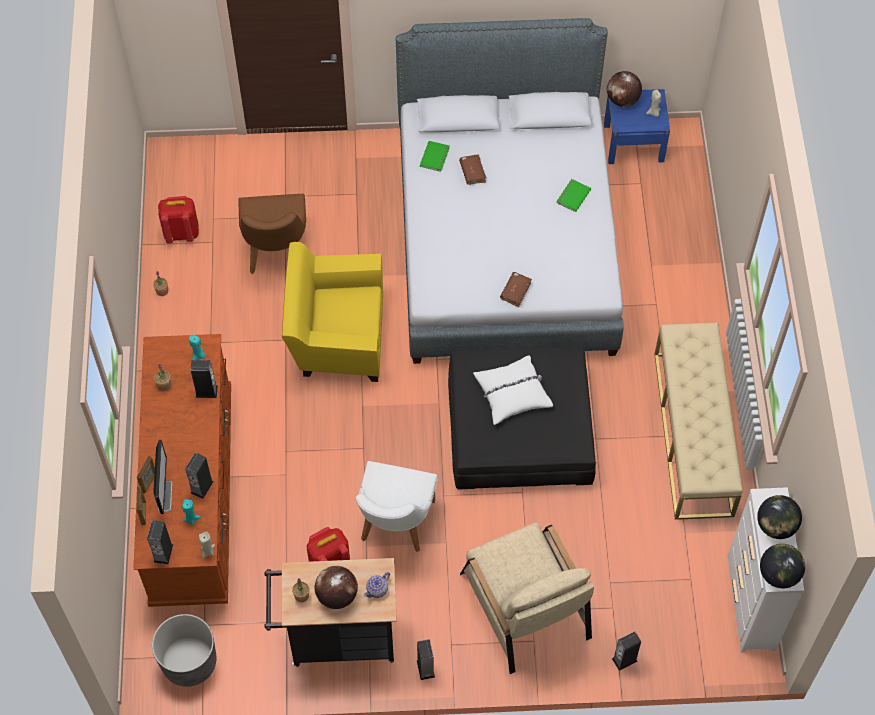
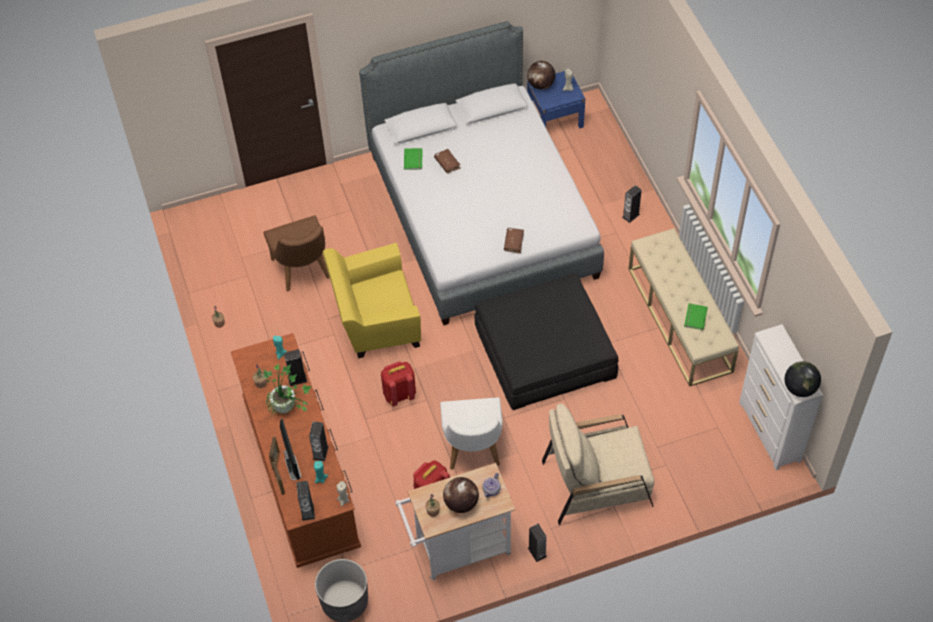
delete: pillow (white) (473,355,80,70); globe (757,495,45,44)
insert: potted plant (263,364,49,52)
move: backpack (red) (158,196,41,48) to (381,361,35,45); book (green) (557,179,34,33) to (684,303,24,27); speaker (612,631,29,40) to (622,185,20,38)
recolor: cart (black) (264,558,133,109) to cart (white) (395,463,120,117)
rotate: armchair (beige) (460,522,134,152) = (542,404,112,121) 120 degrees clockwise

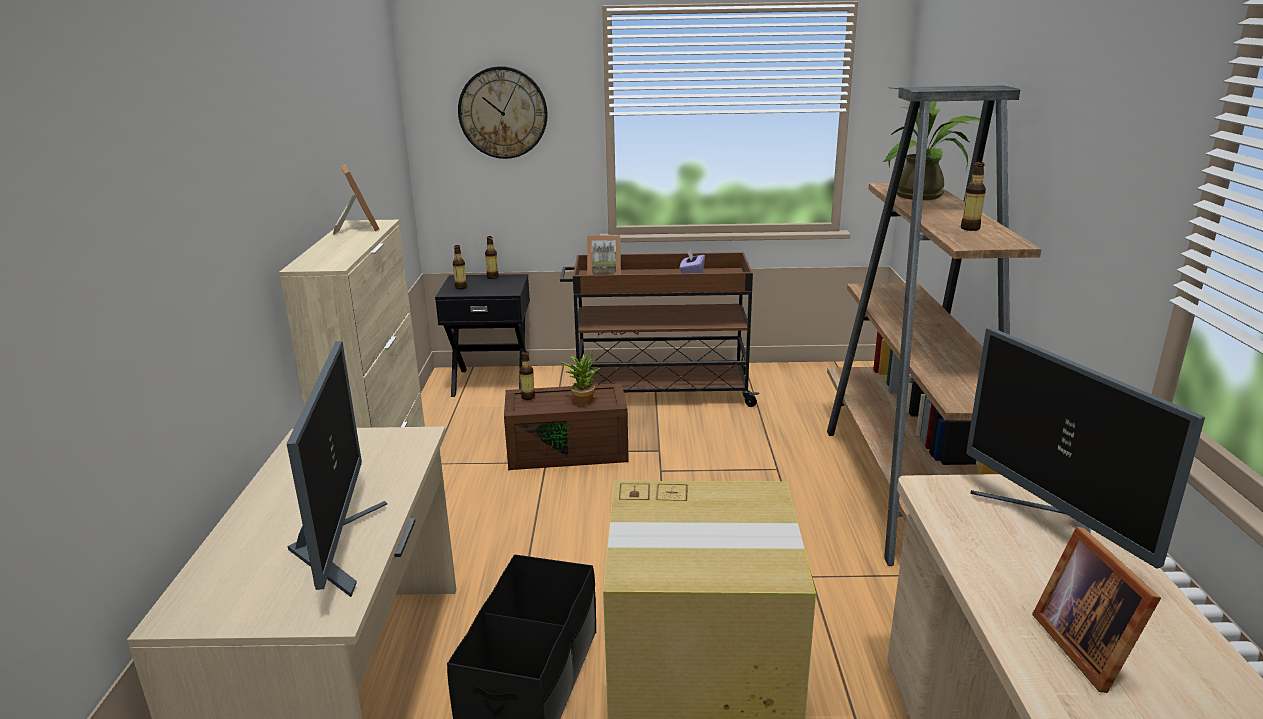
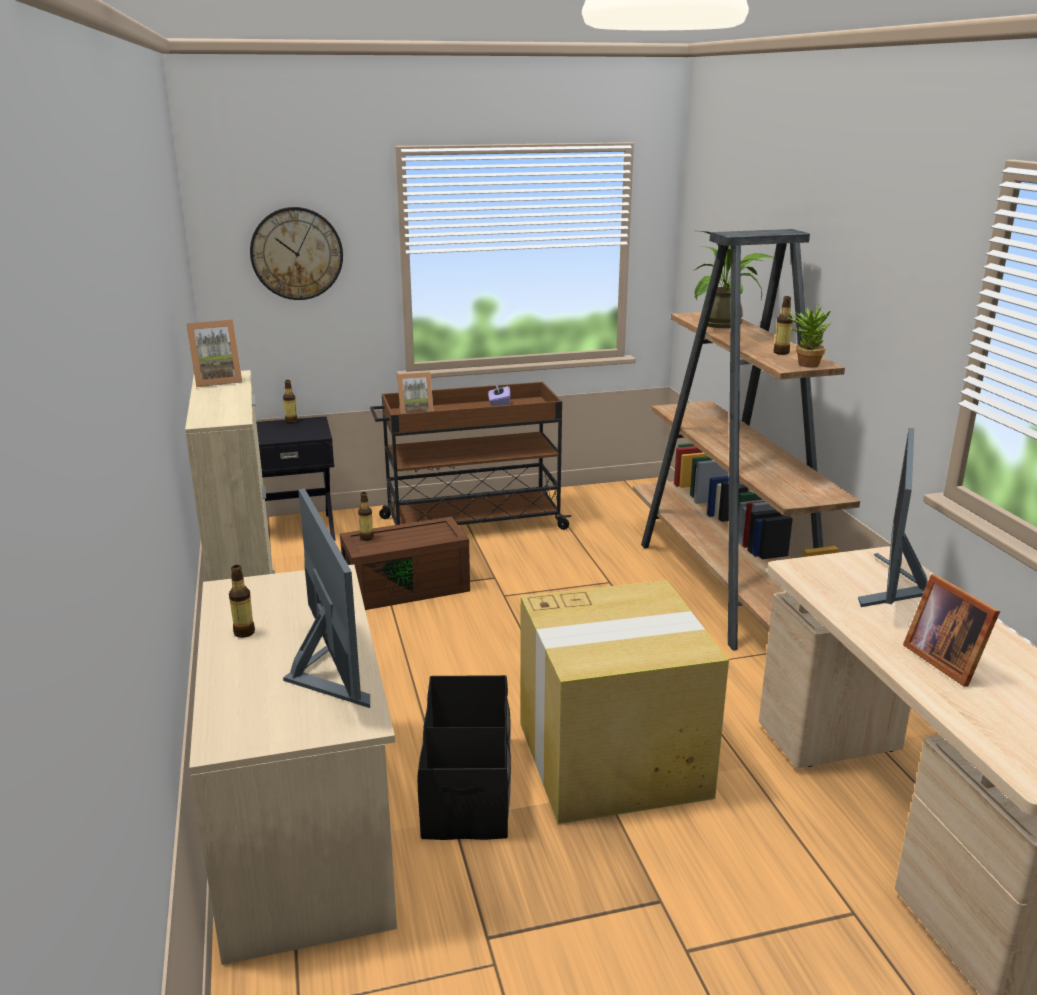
move: bottle (453,245,14,45) to (229,565,26,73); potted plant (560,353,40,52) to (787,303,44,65)
rotate: picture frame (333,164,46,70) = (186,320,56,67) 105 degrees clockwise; monitor (966,328,239,241) = (858,428,70,179) 60 degrees clockwise

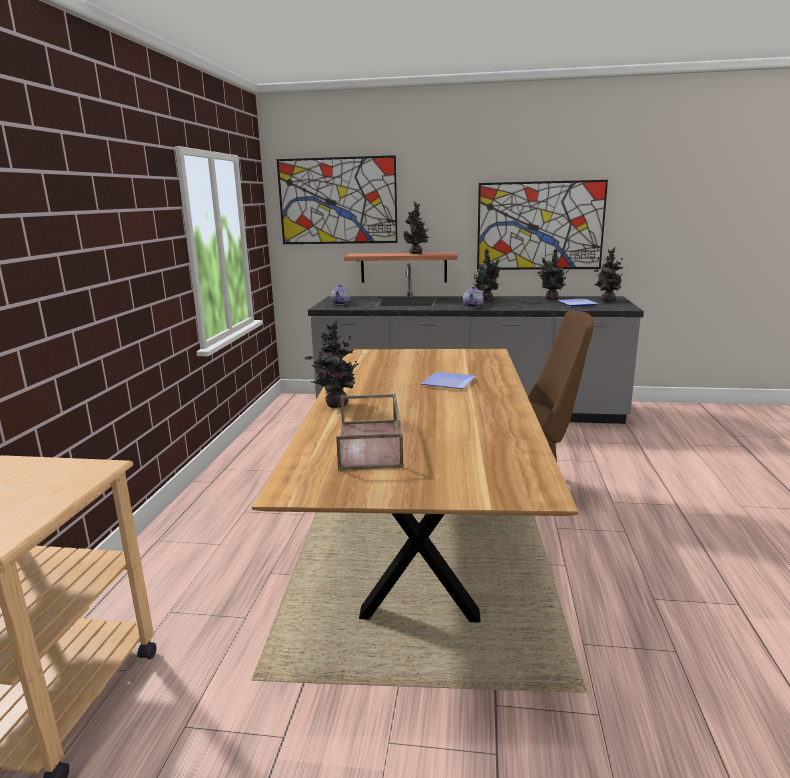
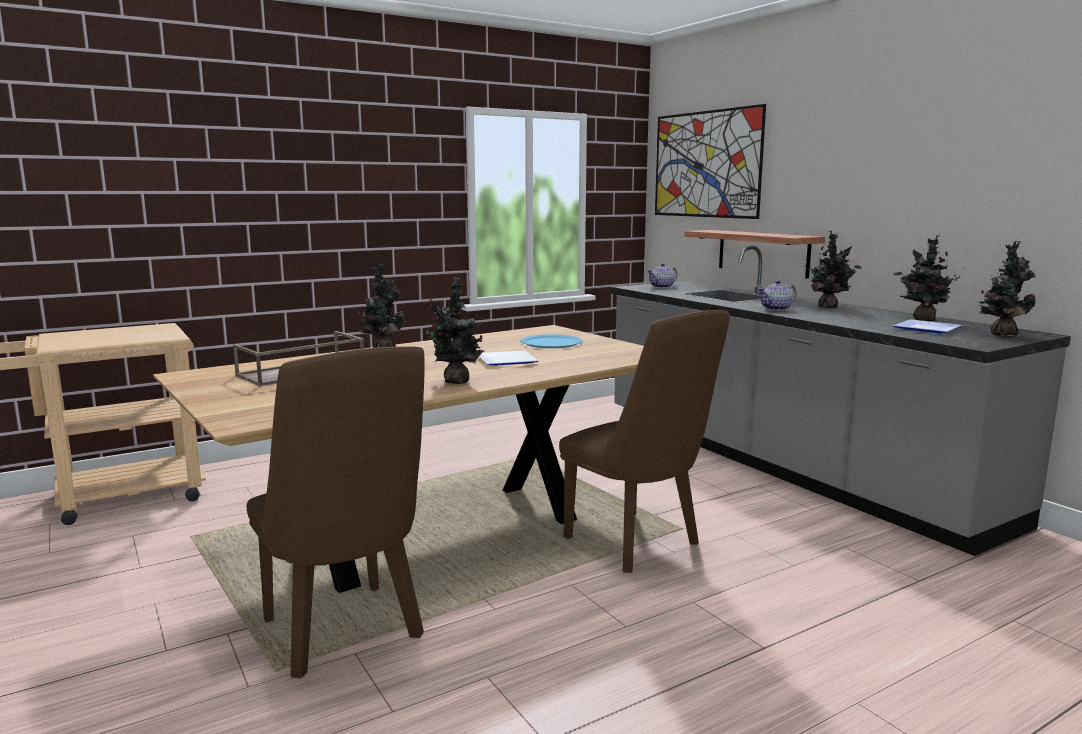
delete: picture (477,180,131,90)
insert: chair (brown) (247,346,178,332); plate (blue) (520,334,63,14)
move: potted plant (403,202,27,52) to (426,277,59,107)

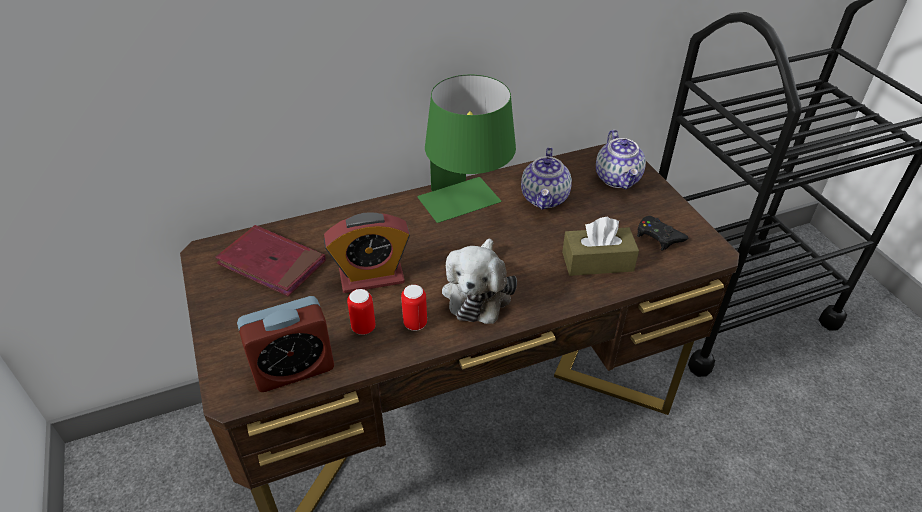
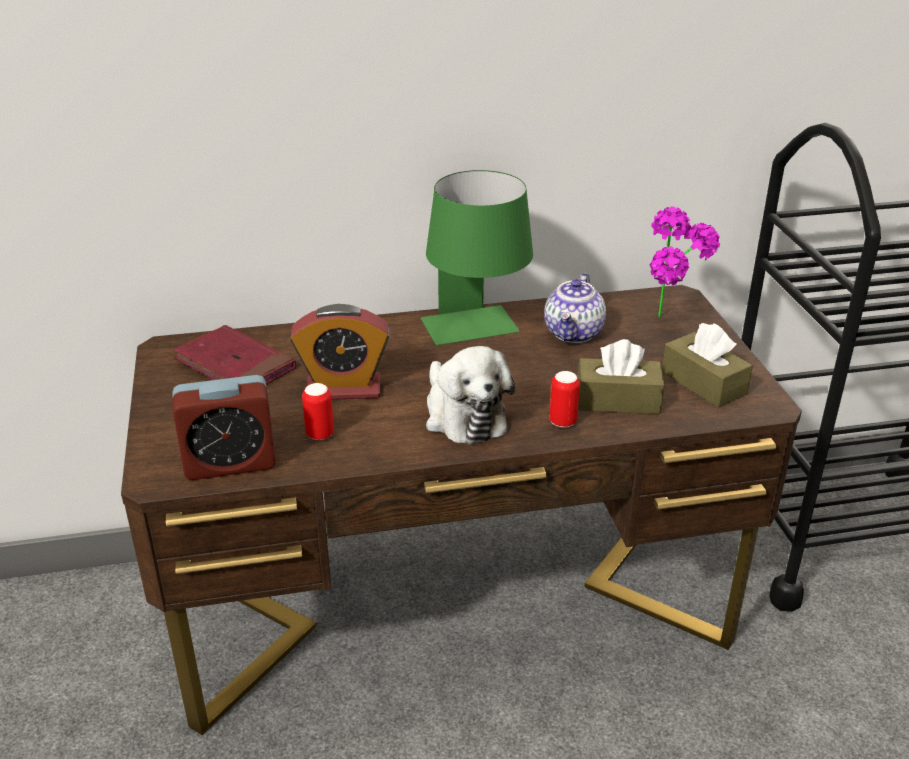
move: can (401,285,26,46) to (549,371,31,57)
replace: teapot (596,130,50,60) to potted plant (650,207,70,111); game controller (black) (637,216,51,35) to tissue box (brown) (662,323,91,85)
rotate: plush toy (442,239,75,85) = (426,346,89,99) 45 degrees counterclockwise

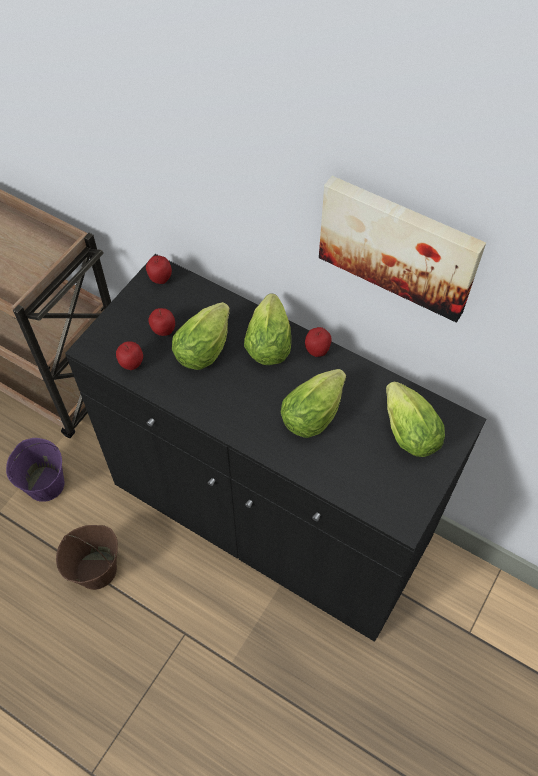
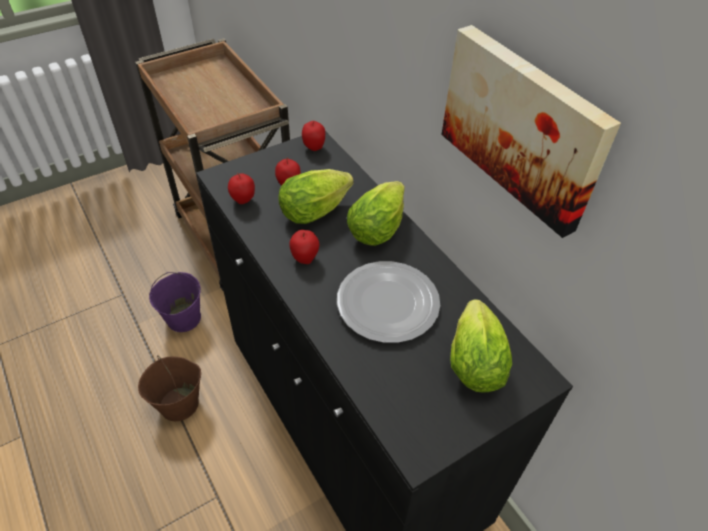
move: apple (305,327,27,30) to (290,230,29,34)
replace: lettuce (281,369,65,69) to plate (337,261,103,82)

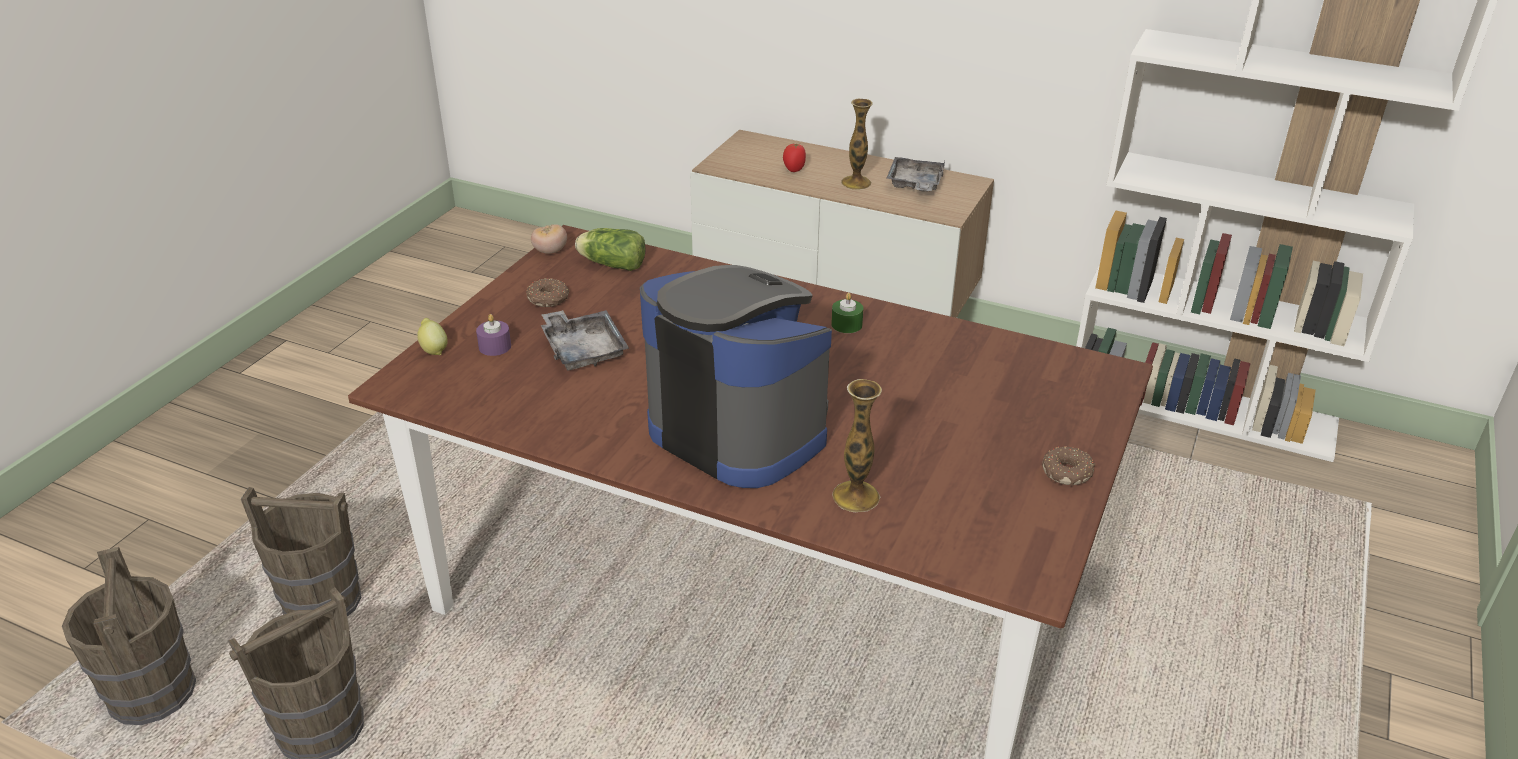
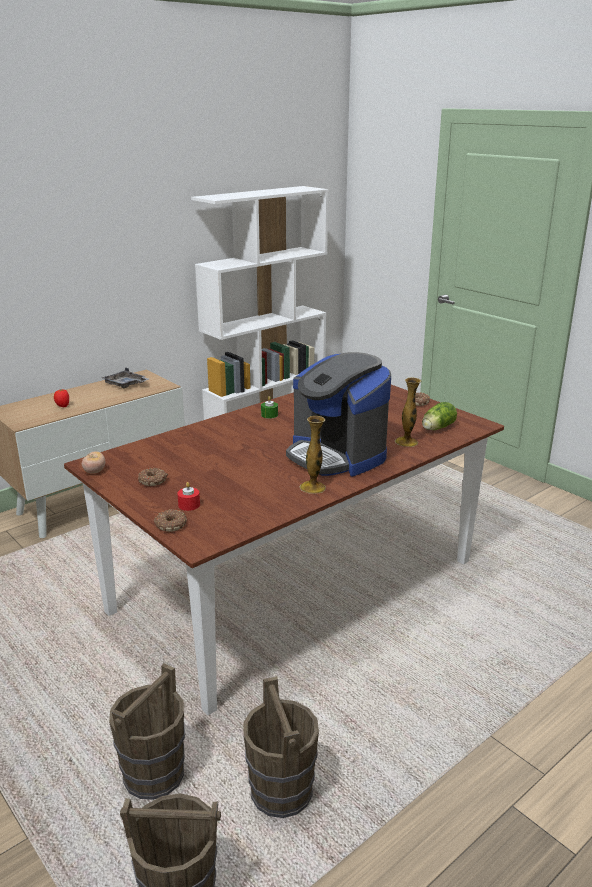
delete: tray (grey) (541,310,88,60)
move: lettuce (575,228,71,43) to (422,402,35,28); vase (841,99,32,91) to (300,416,26,78)
replace: lemon (417,318,31,37) to donut (153,509,34,23)
recolor: candle (purple) (476,314,35,42) to candle (red) (177,482,23,29)
rotate: coffee machine (640,265,192,223) = (286,352,105,124) 105 degrees counterclockwise

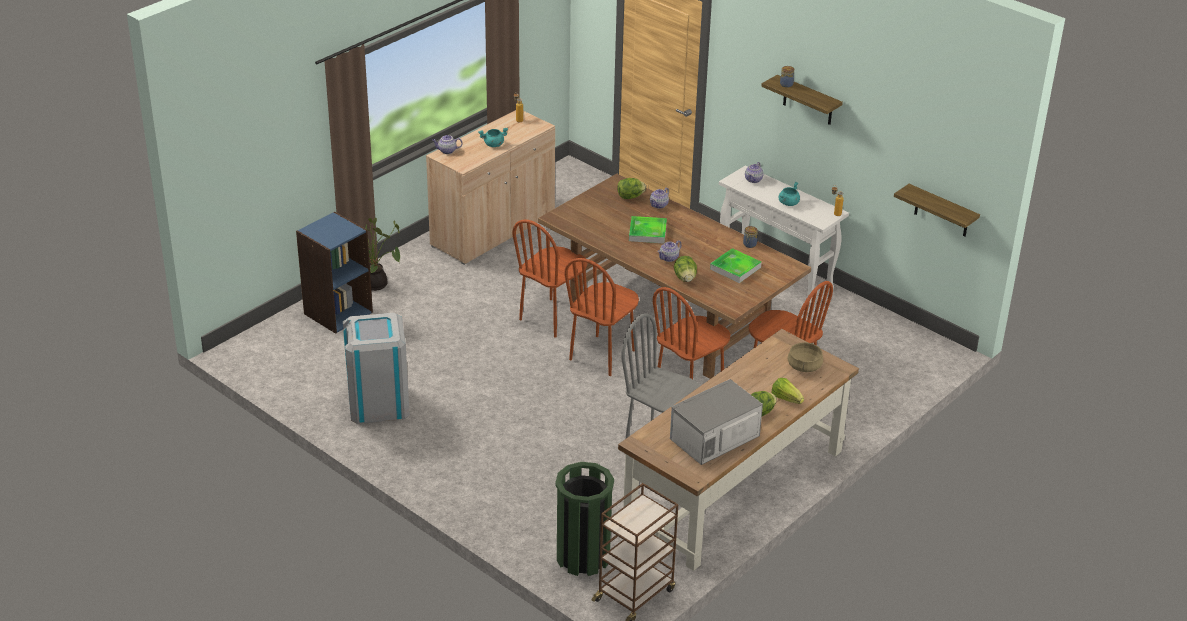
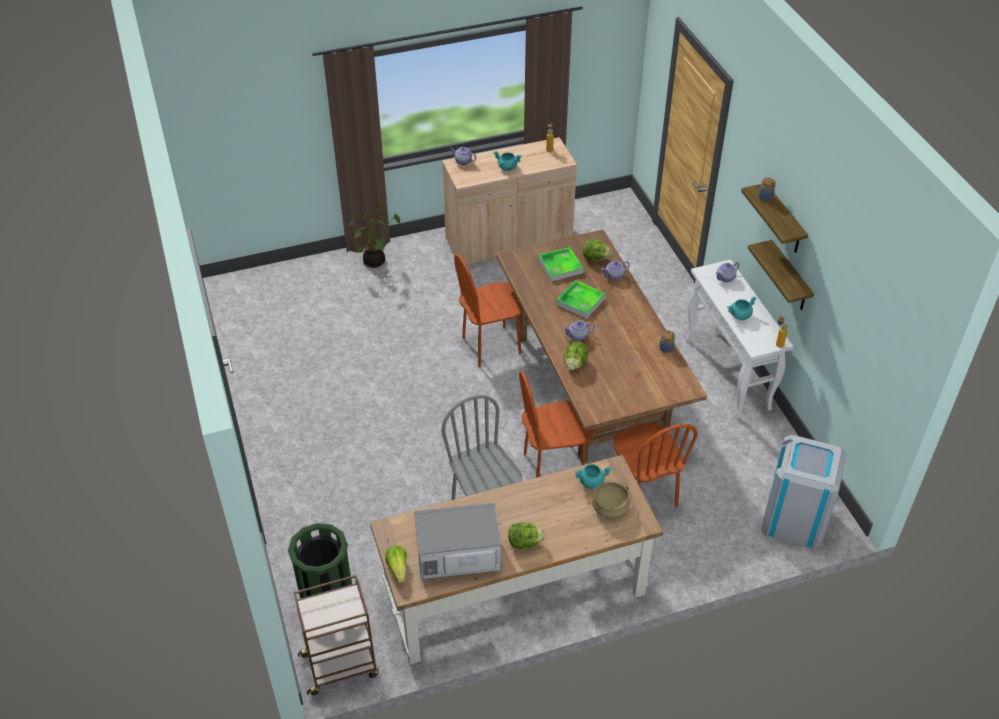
delete: bookcase (blue) (296,211,77,123); chair (brown) (564,258,75,118)
insert: cooking pot (turquoise) (575,464,37,25)
move: trash can (grey) (343,313,67,111) to (761,435,85,114); tray (710,248,52,35) to (538,247,46,34); lettuce (772,378,32,26) to (385,546,22,37); shelf (894,184,86,52) to (748,240,66,70)

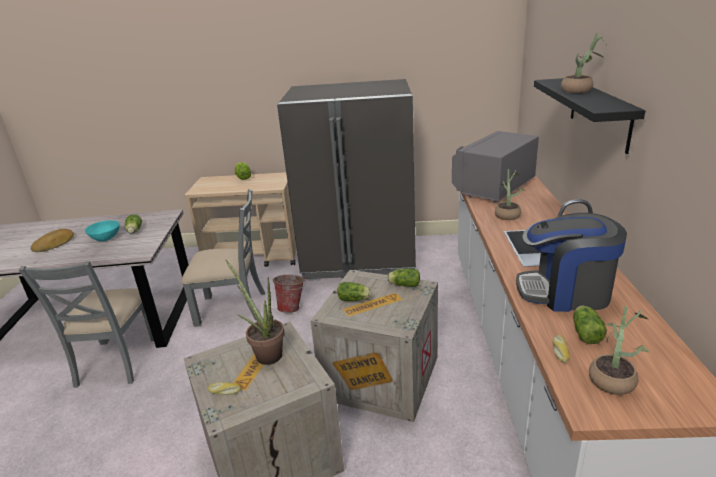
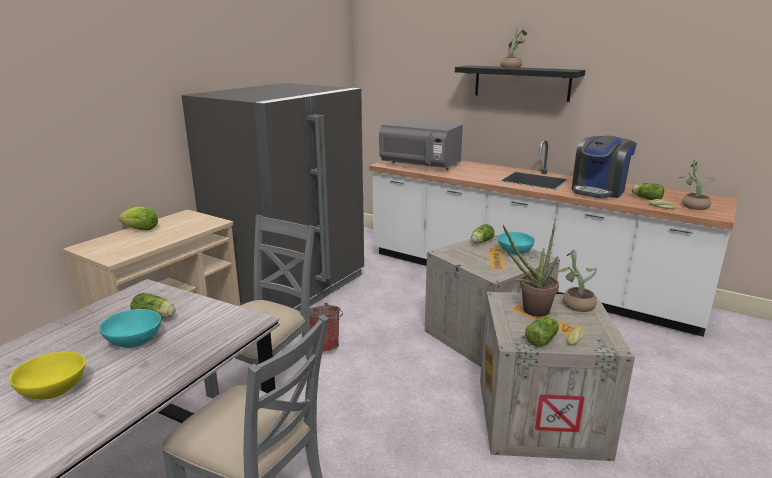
insert: bowl (turquoise) (498,232,37,23)
move: lettuce (337,282,35,19) to (525,316,34,31); potted plant (495,169,29,51) to (558,249,39,63)
replace: bread (31,229,43,23) to bowl (yellow) (9,352,76,48)
rotate: microwave (grey) (452,131,87,72) = (379,119,84,51) 45 degrees counterclockwise

